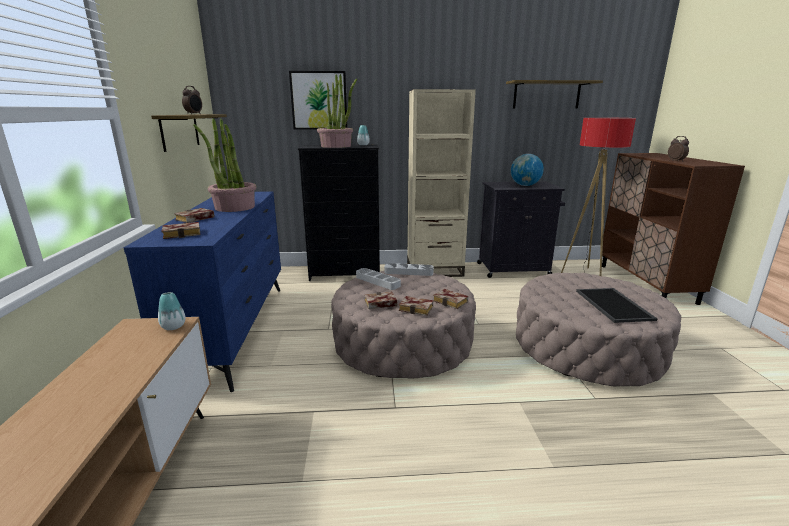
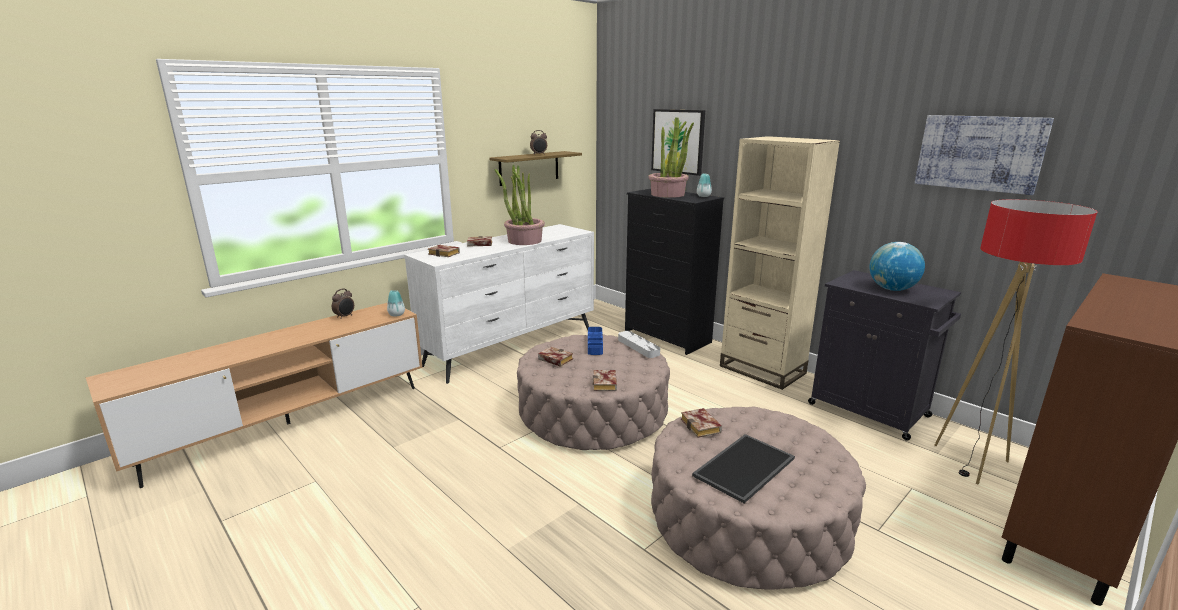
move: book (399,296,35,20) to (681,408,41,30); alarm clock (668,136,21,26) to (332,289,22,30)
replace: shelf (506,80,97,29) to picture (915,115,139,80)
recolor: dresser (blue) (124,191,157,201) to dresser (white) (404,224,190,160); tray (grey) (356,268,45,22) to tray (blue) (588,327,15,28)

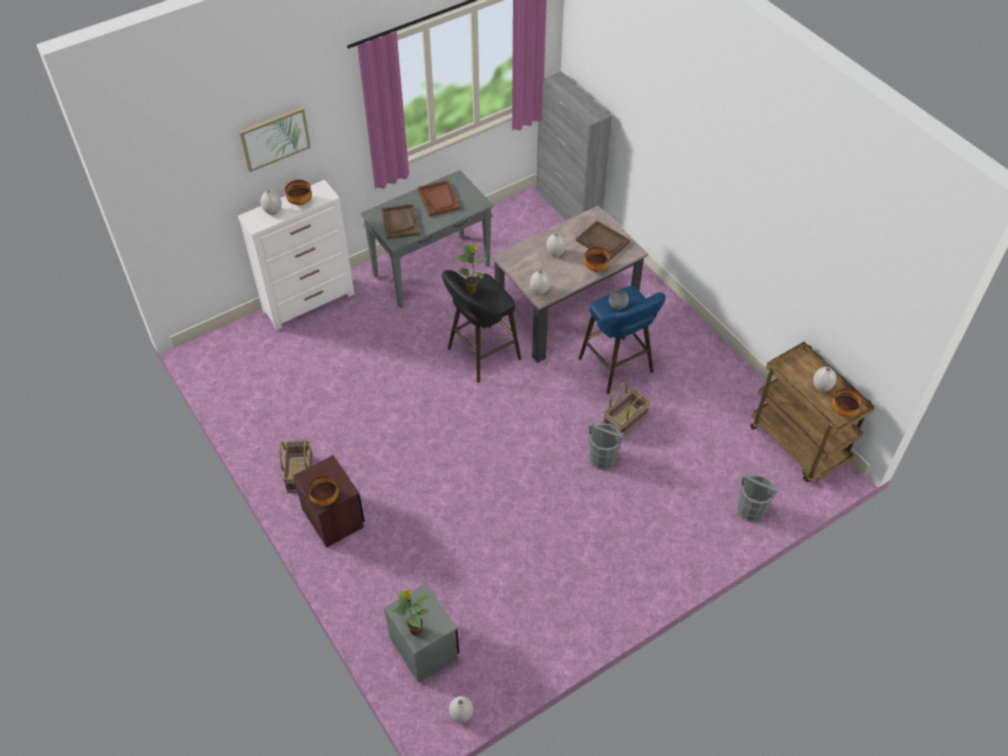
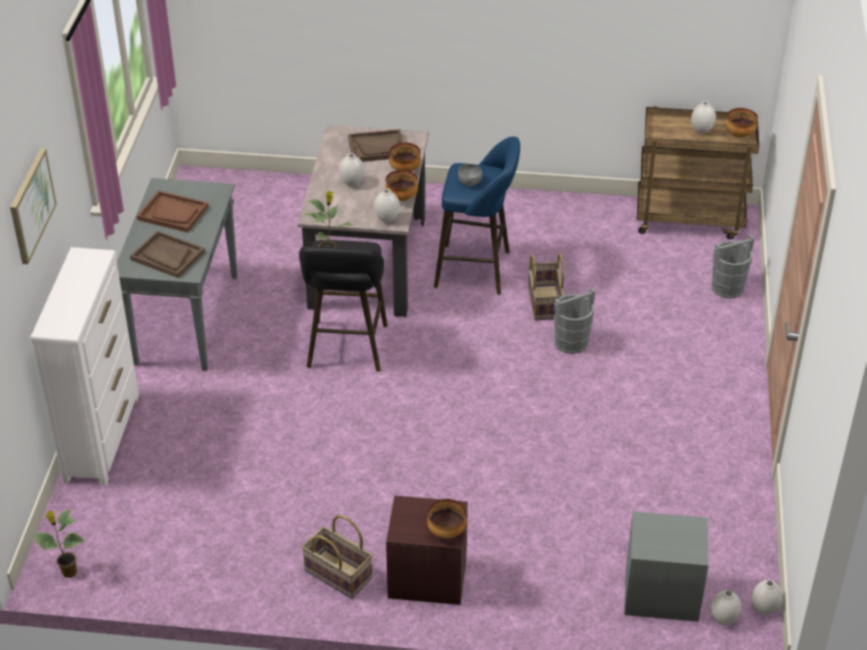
delete: cabinet (grey) (536,71,76,149)
move: vase (white) (261,189,21,26) to (710,590,31,35); bowl (285,180,27,25) to (385,170,33,31); potted plant (392,590,40,46) to (32,509,53,69)

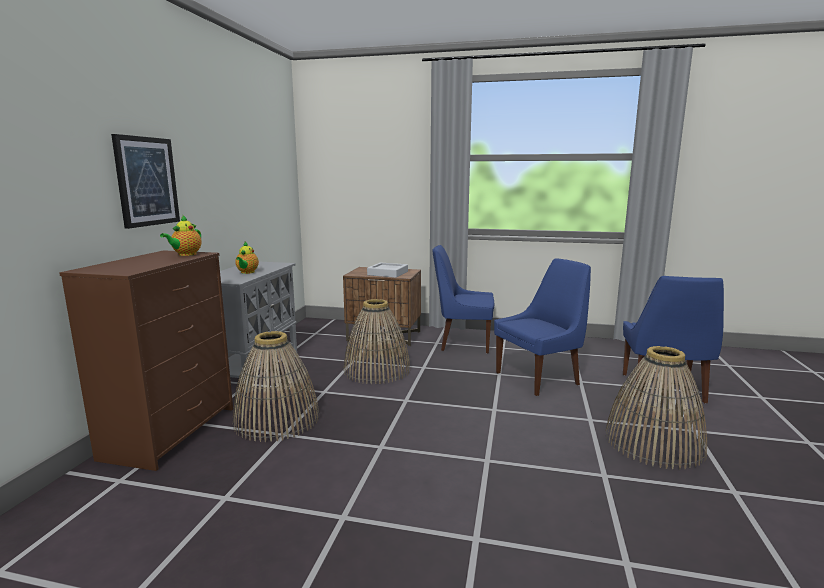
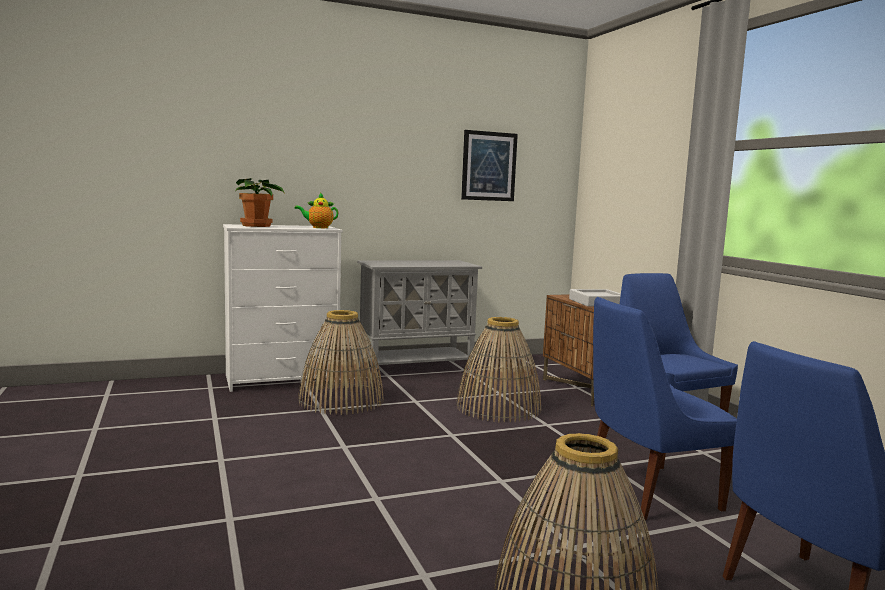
delete: teapot (235,242,24,32)
insert: potted plant (235,178,49,49)
move: picture (111,134,69,95) to (461,130,57,71)
recolor: dresser (brown) (59,250,174,221) to dresser (white) (223,224,119,168)
rotate: chair (blue) (494,258,97,138) = (593,297,144,224) 135 degrees clockwise

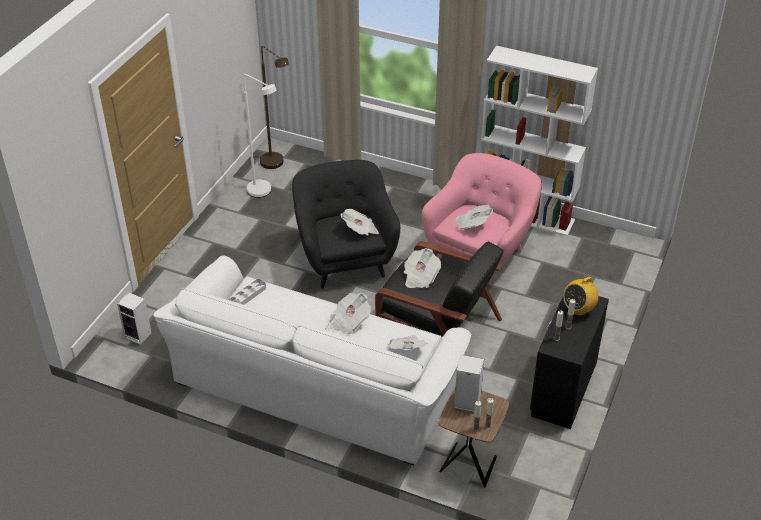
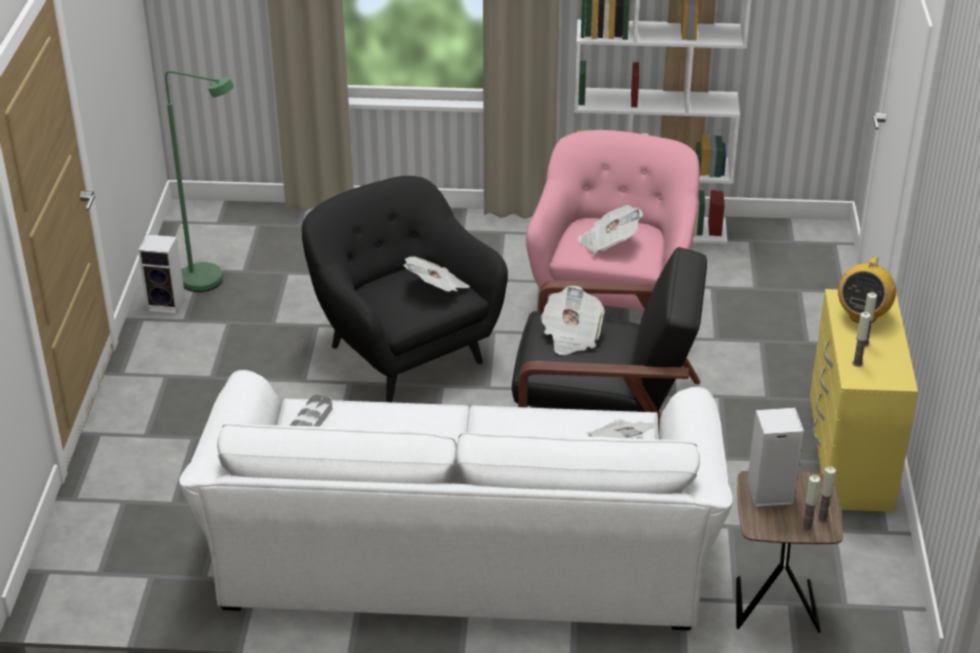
delete: floor lamp (brown) (260,46,29,123); newspaper (330,293,41,41)
move: speaker (117,292,35,53) to (138,234,47,80)
recolor: floor lamp (white) (244,74,32,124) to floor lamp (green) (165,71,69,221); dresser (black) (530,296,79,133) to dresser (yellow) (810,289,108,223)

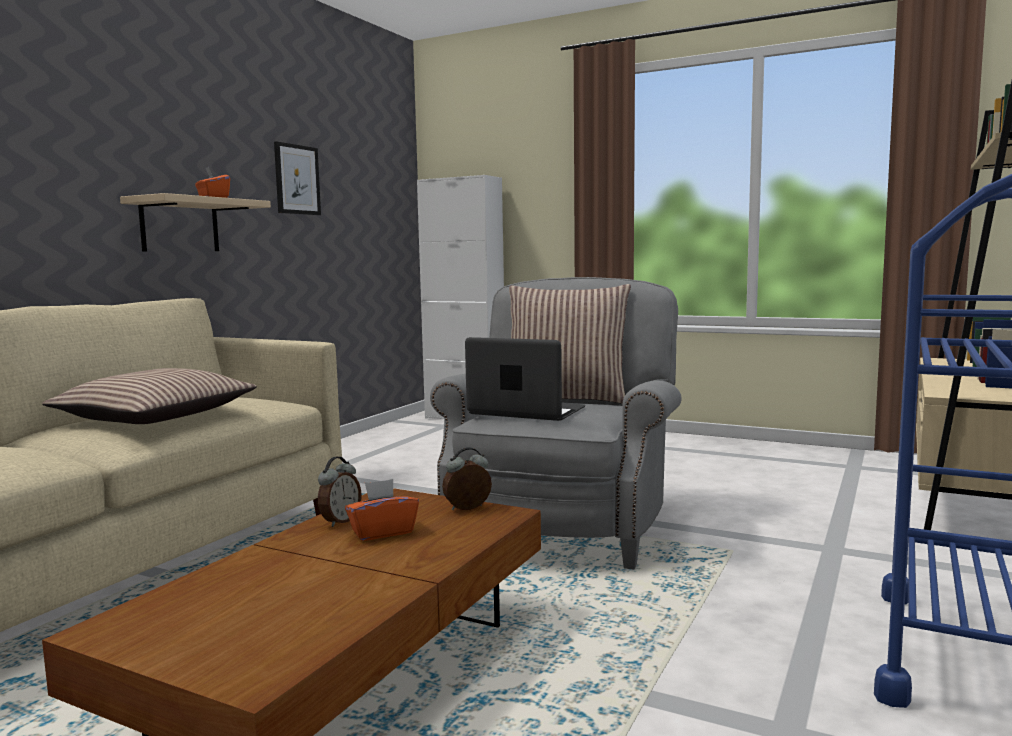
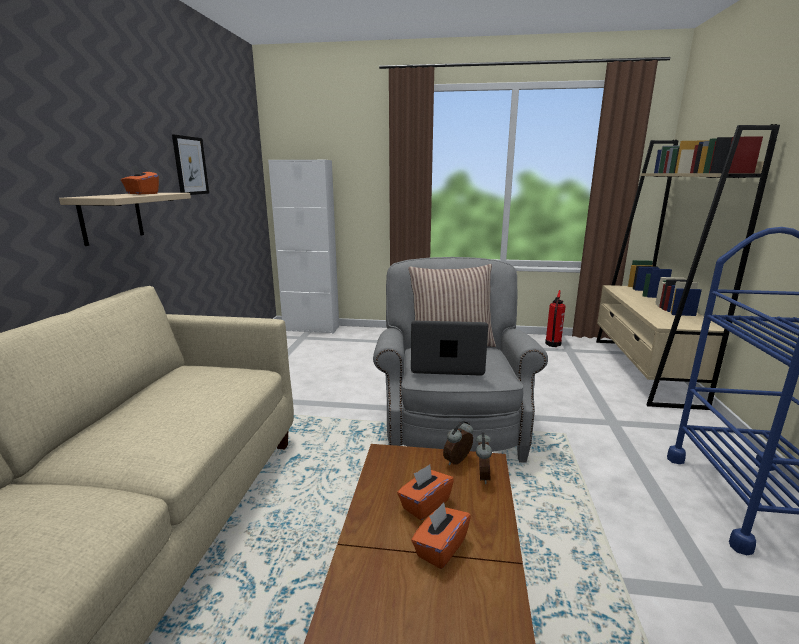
delete: pillow (42,368,215,56)
insert: tissue box (orange) (411,502,60,67); fire extinguisher (545,290,20,57)
move: alarm clock (318,457,43,70) to (476,432,16,52)

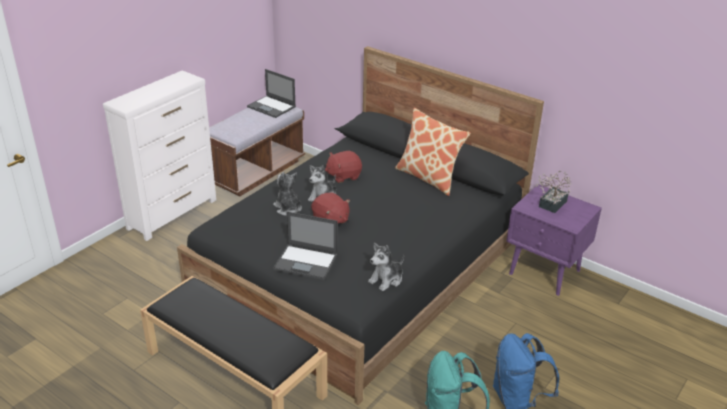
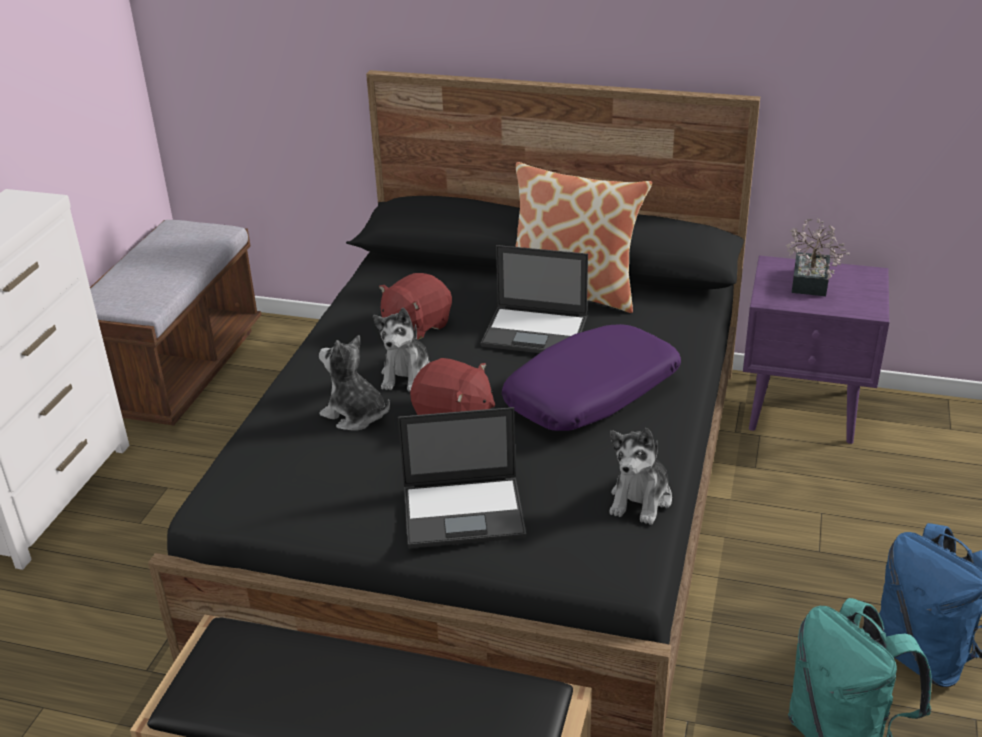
insert: pillow (purple) (502,324,179,107)
move: laptop (247,69,49,49) to (481,245,107,108)

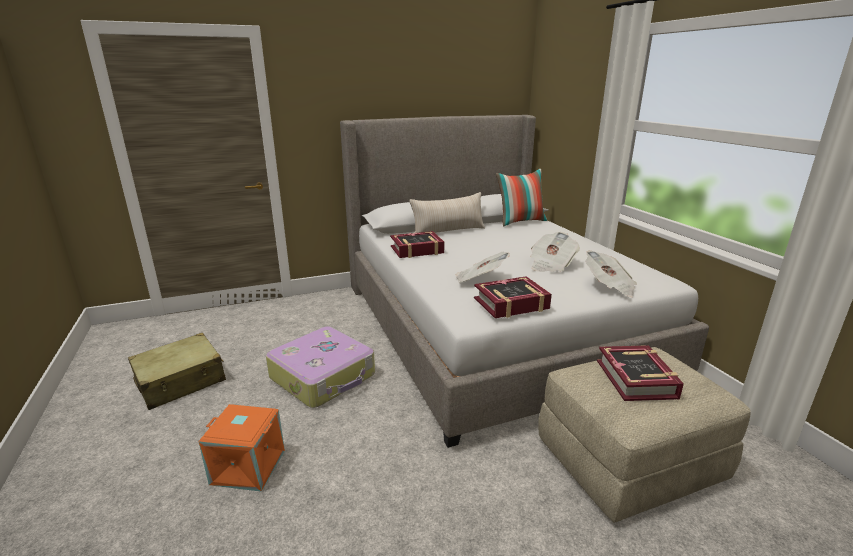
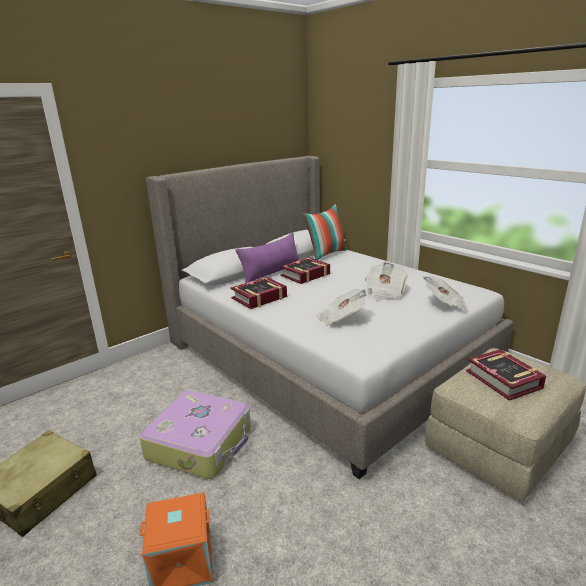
move: book (474,276,78,42) to (280,257,50,27)
recolor: pillow (beige) (409,192,76,41) to pillow (purple) (236,233,63,50)

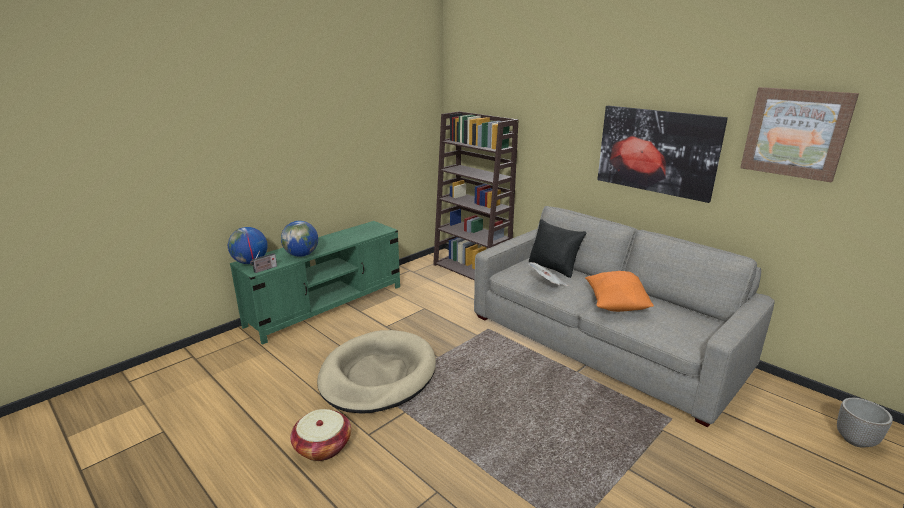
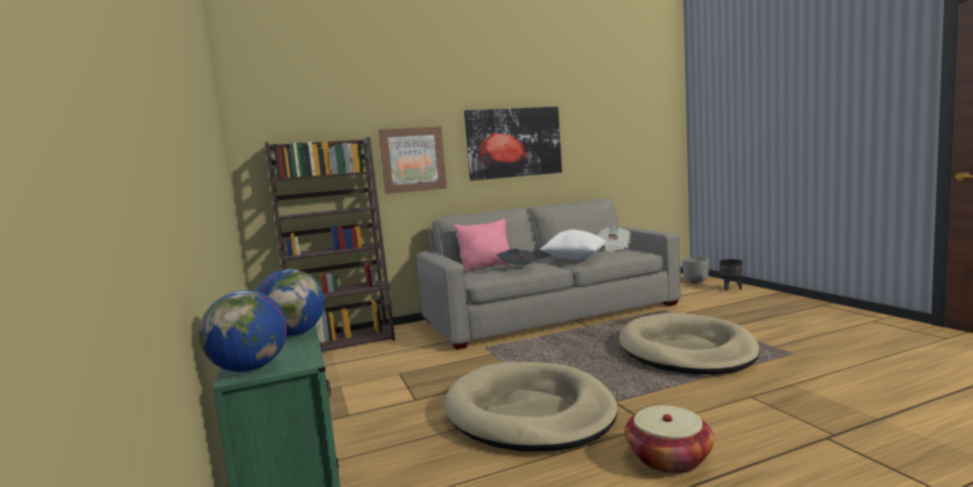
delete: radio (250,251,27,22)
insert: newspaper (598,226,33,25); dog bed (beige) (619,313,141,62); planter (black) (719,259,24,32)
move: picture (740,87,119,96) to (378,126,69,68)
recolor: pillow (black) (529,219,57,59) to pillow (pink) (454,219,56,52); pillow (orange) (585,271,69,41) to pillow (white) (540,230,67,30)

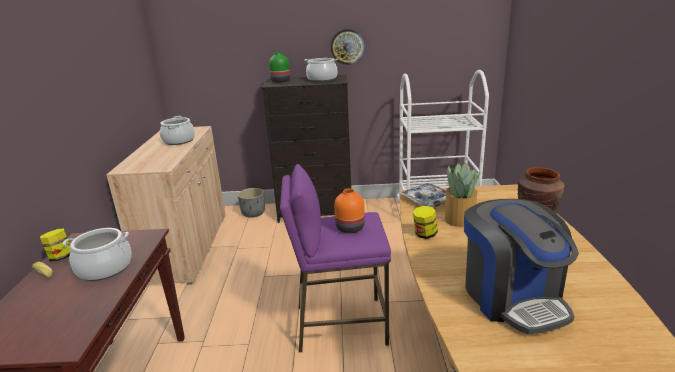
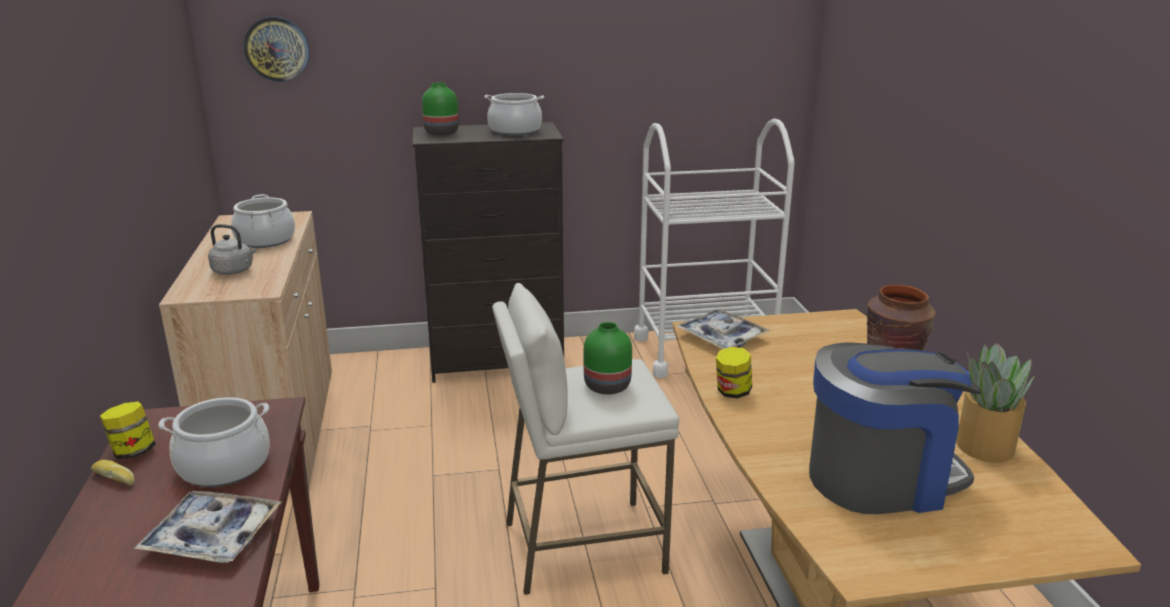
delete: planter (grey) (238,188,27,29)
insert: tray (134,491,147,72); kettle (grey) (208,224,49,51)
move: wall clock (330,29,35,36) to (243,17,67,65); potted plant (445,163,36,64) to (956,343,78,120)
recolor: stool (purple) (280,164,111,188) to stool (white) (492,283,187,312); vase (orange) (334,189,31,44) to vase (green) (584,322,48,72)
rotate: coffee machine (464,199,115,135) = (809,342,172,172) 75 degrees counterclockwise

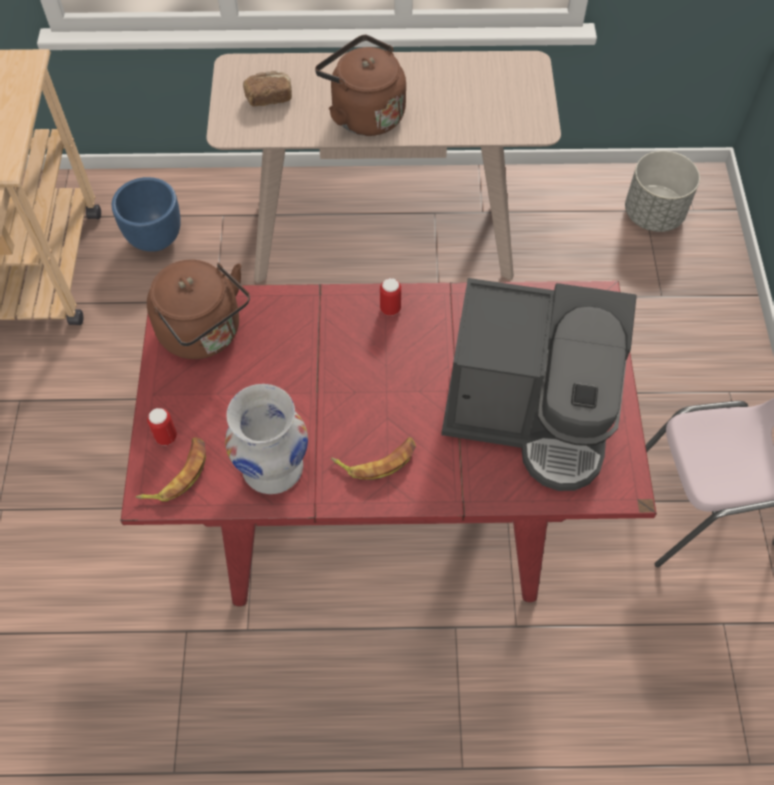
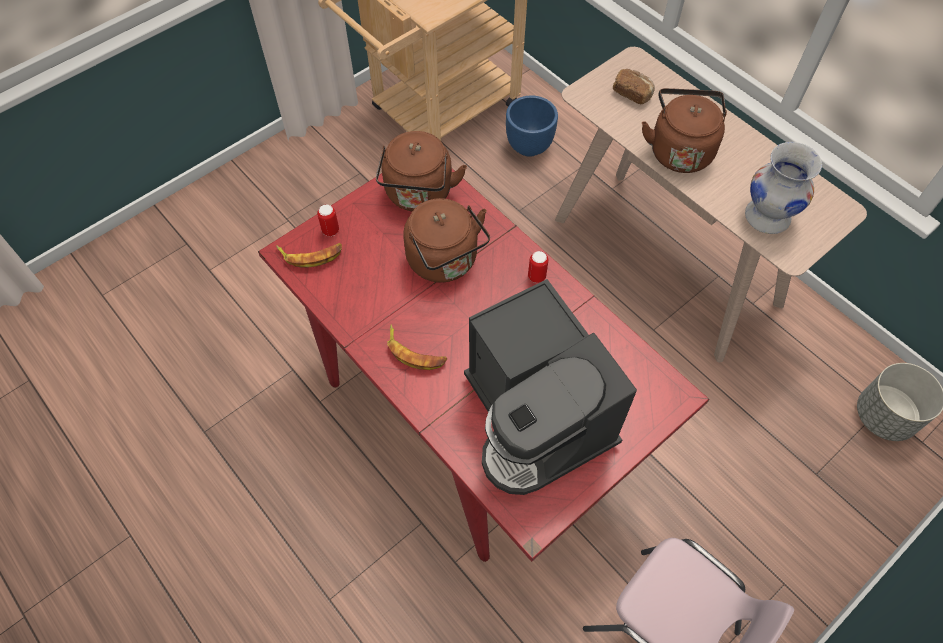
insert: kettle (brown) (403,198,87,85)
move: vase (white) (225,384,83,110) to (745,142,77,92)

